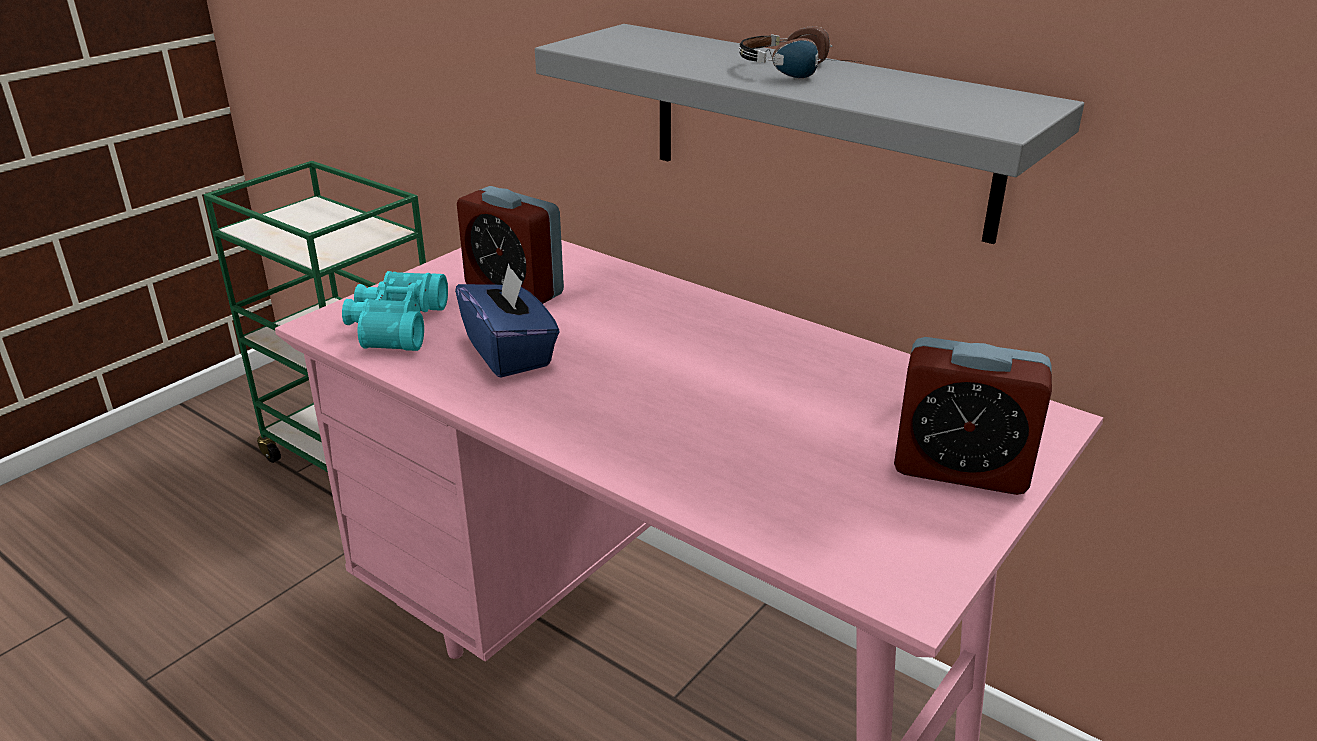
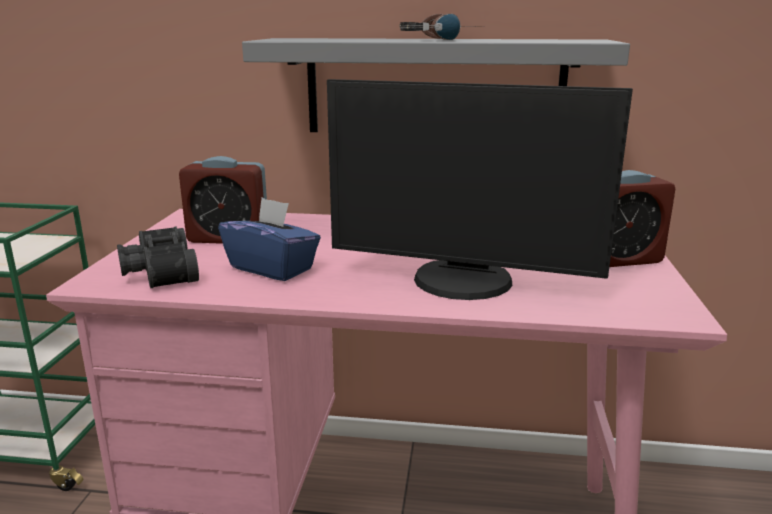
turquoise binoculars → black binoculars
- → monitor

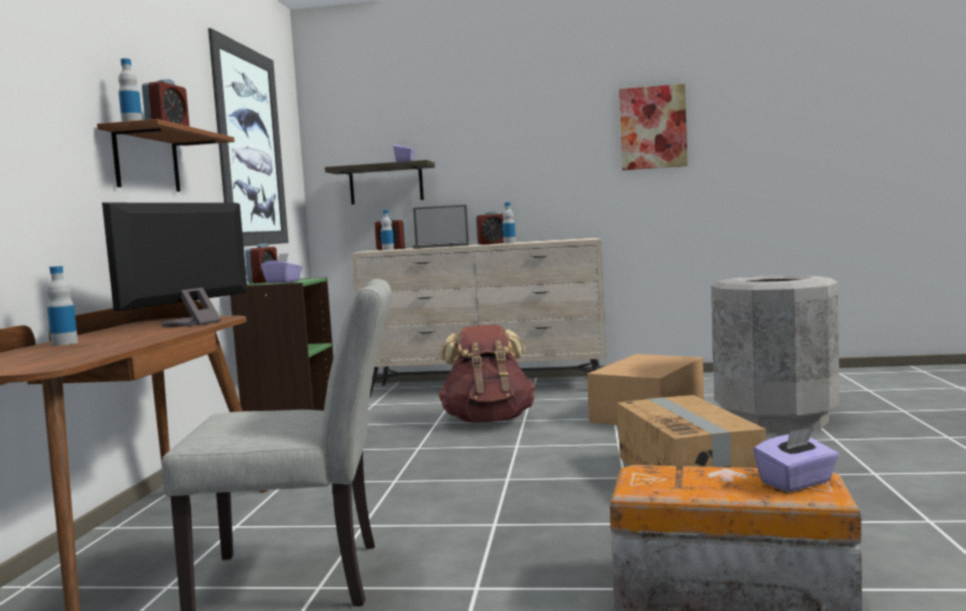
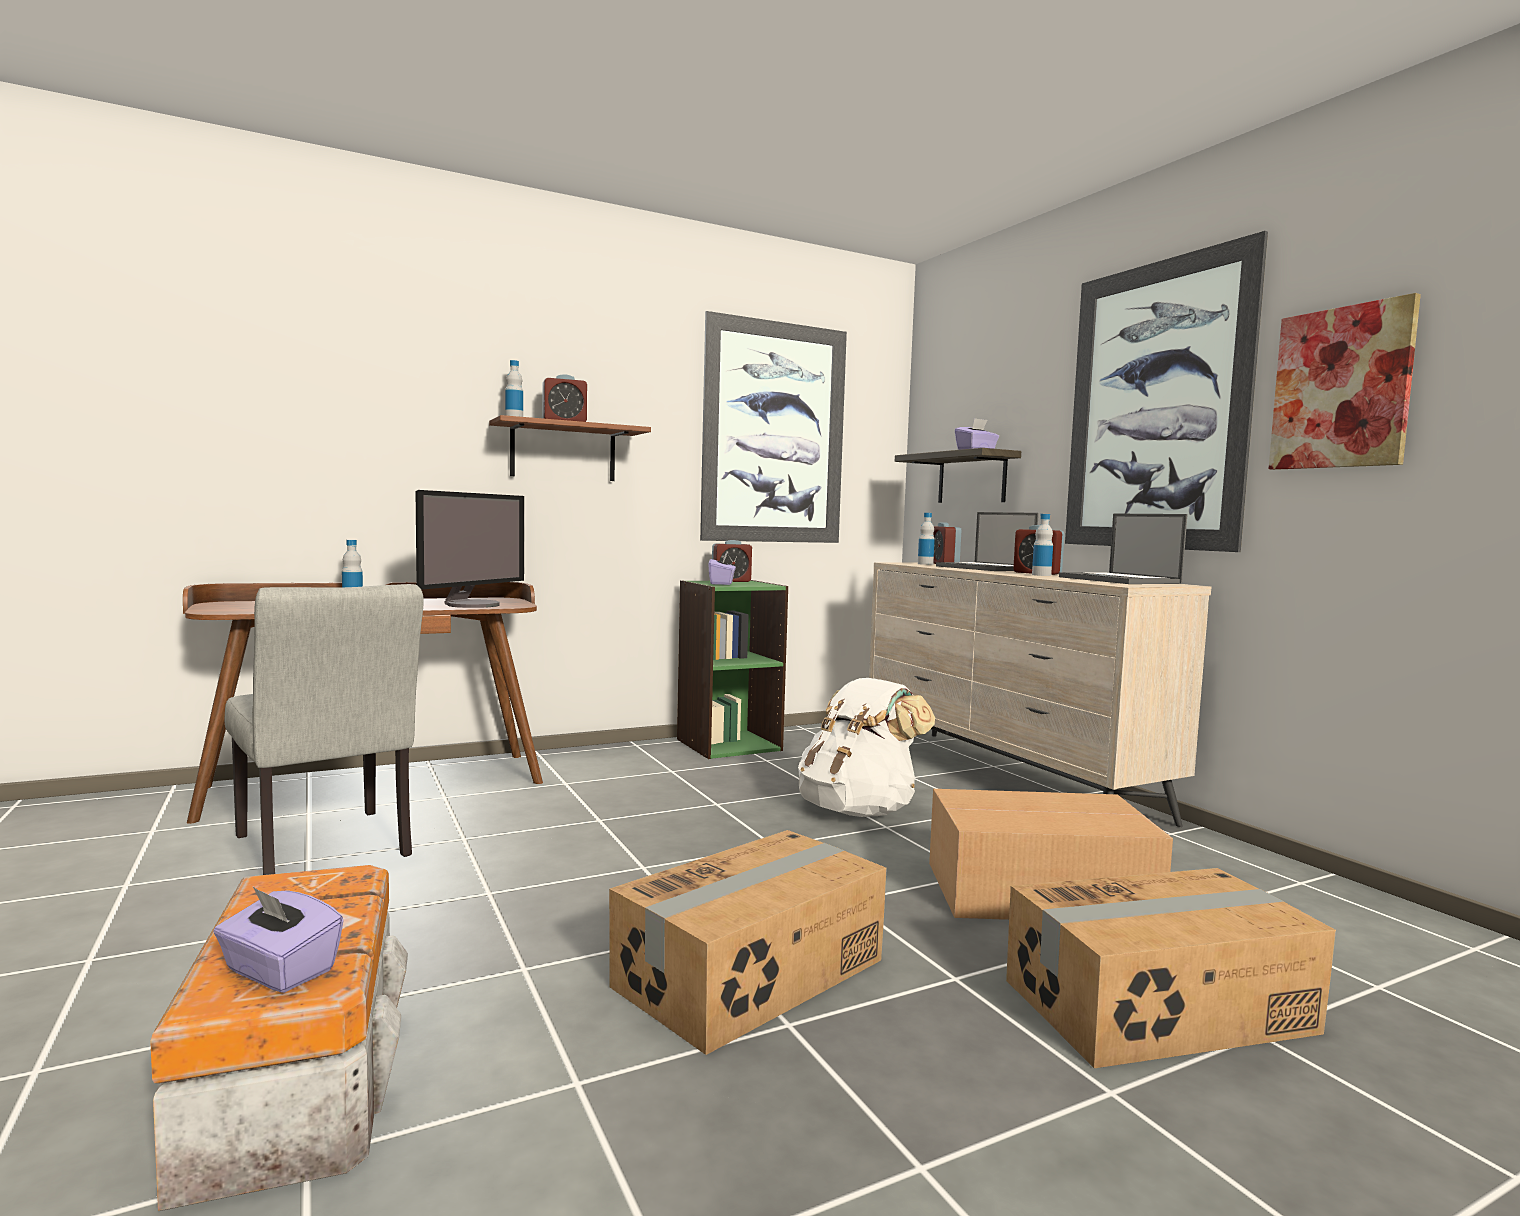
monitor, 120 degrees clockwise
grey trash can → cardboard box (3rd from left)
brown backpack → white backpack
- → picture (2nd from left)
- → laptop (2nd from left)

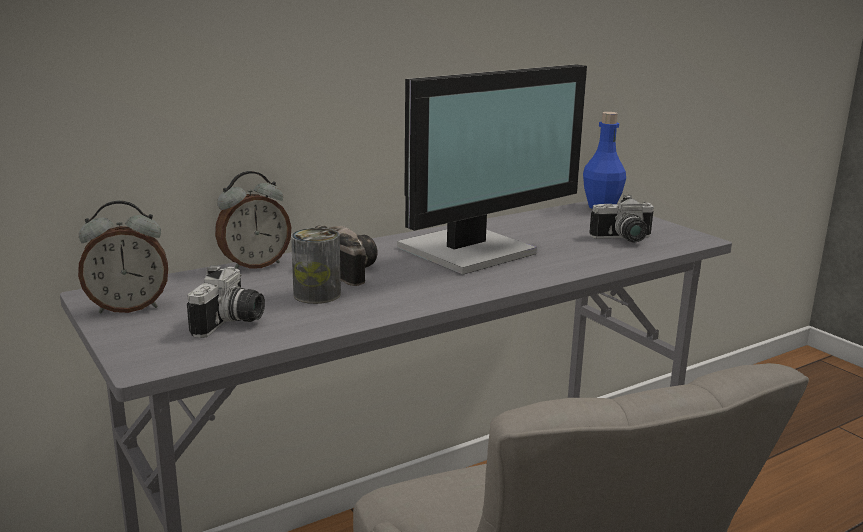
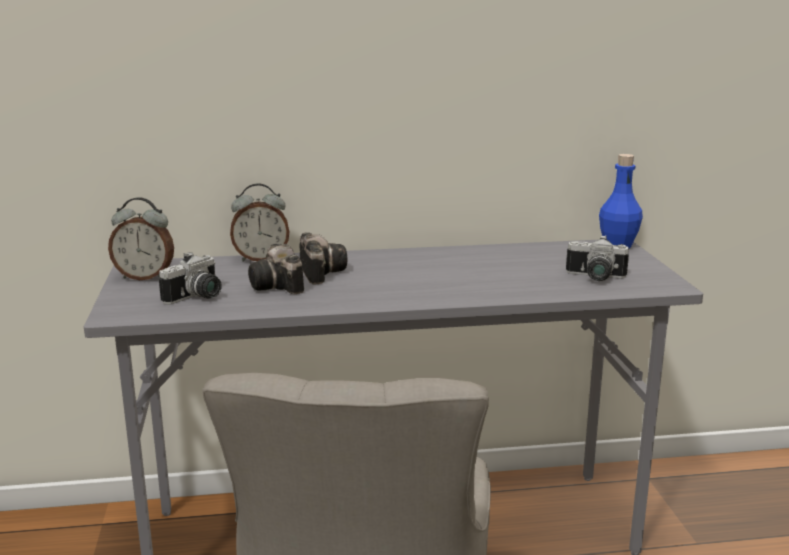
monitor → -
can → photo camera (2nd from left)

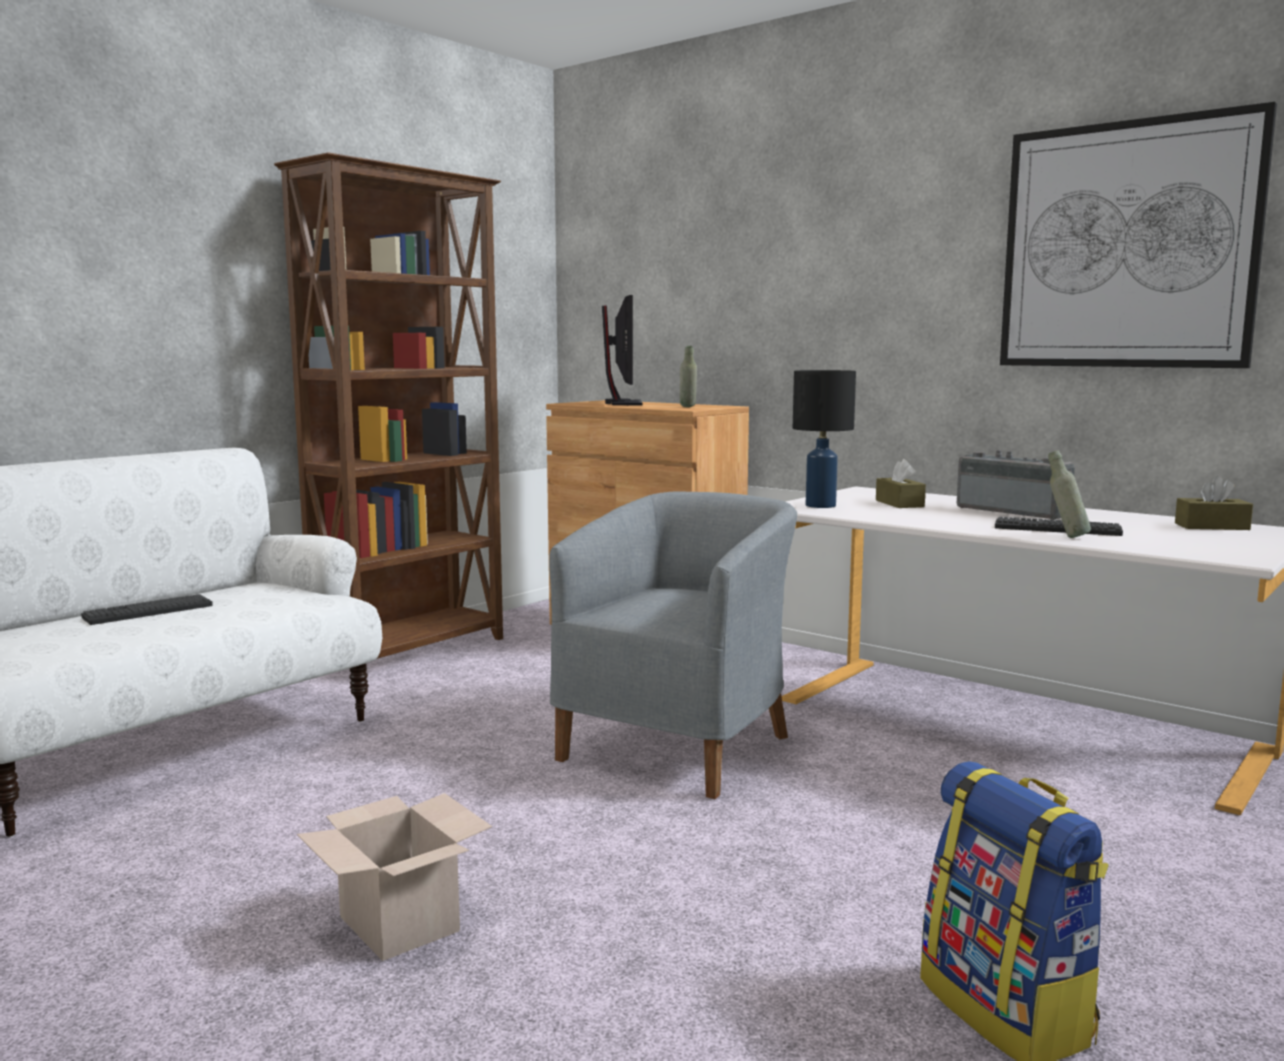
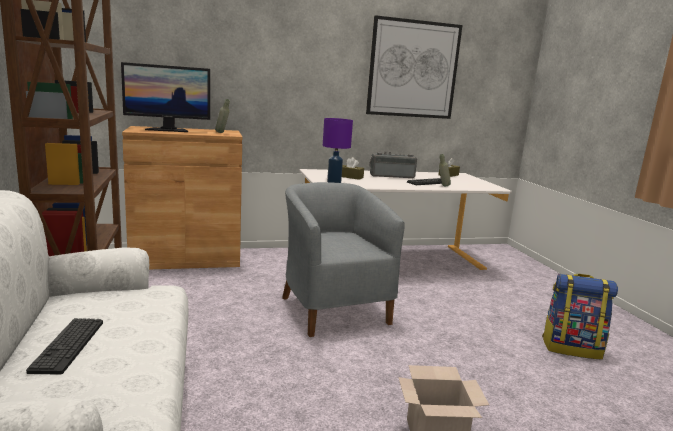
monitor, 135 degrees clockwise
black table lamp → purple table lamp

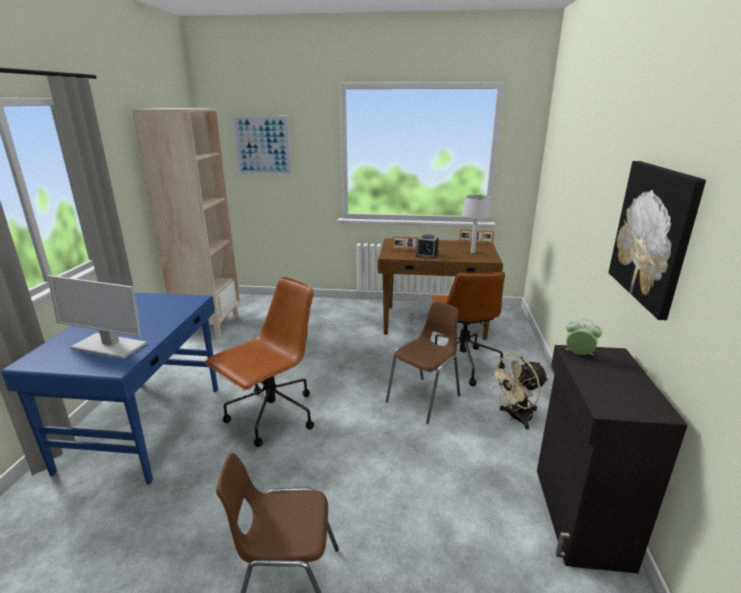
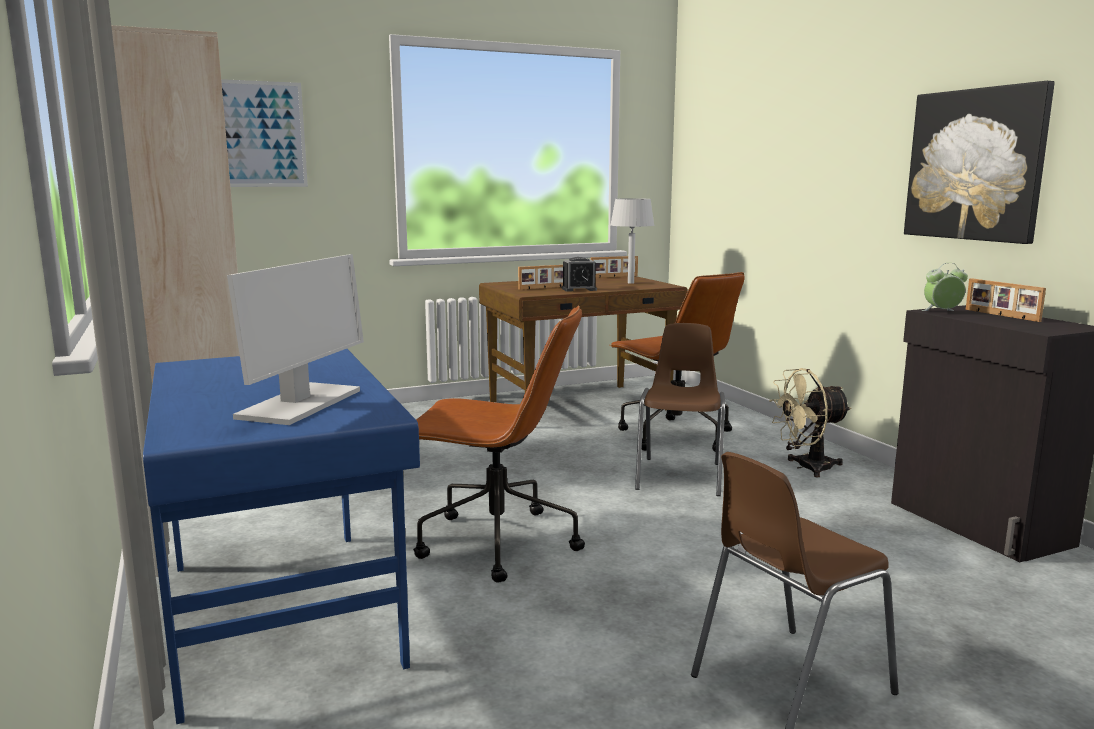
monitor, 60 degrees counterclockwise
brown office chair (1st from left), 90 degrees clockwise
beige fan, 45 degrees clockwise
- → picture frame (3rd from left)

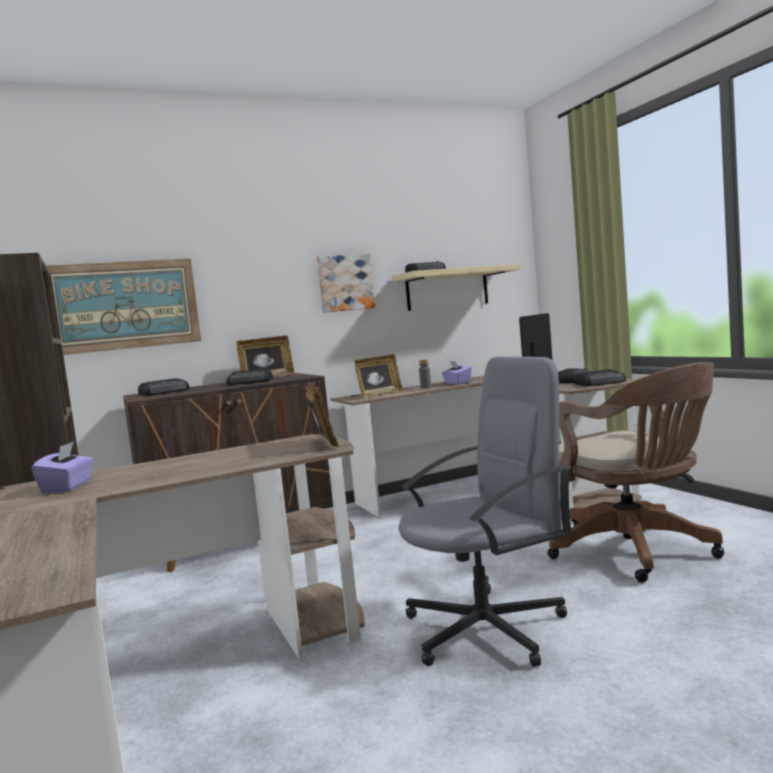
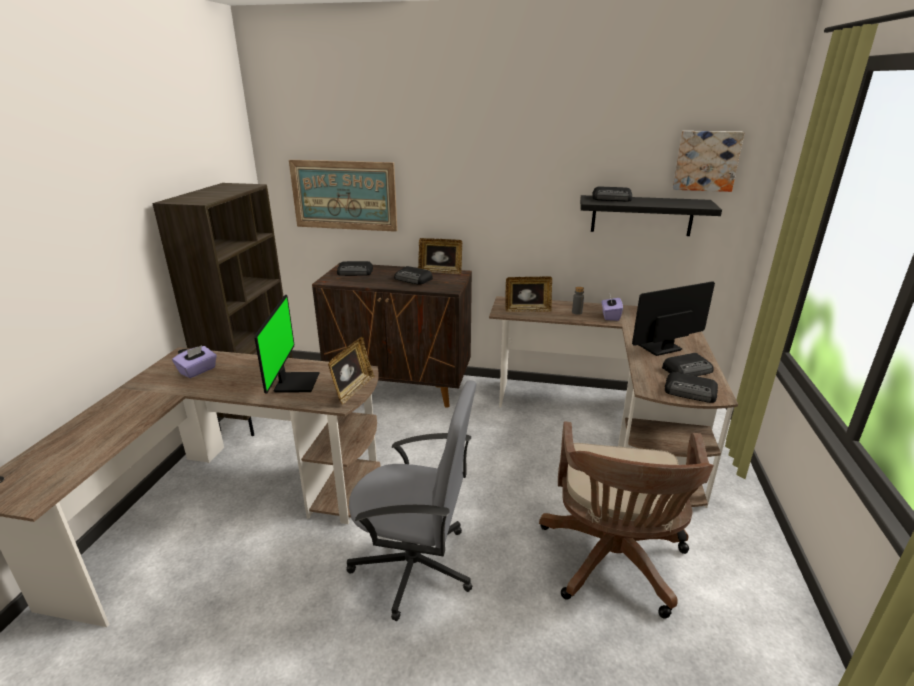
picture (2nd from left), moved
beige shelf → black shelf
- → monitor (1st from left)

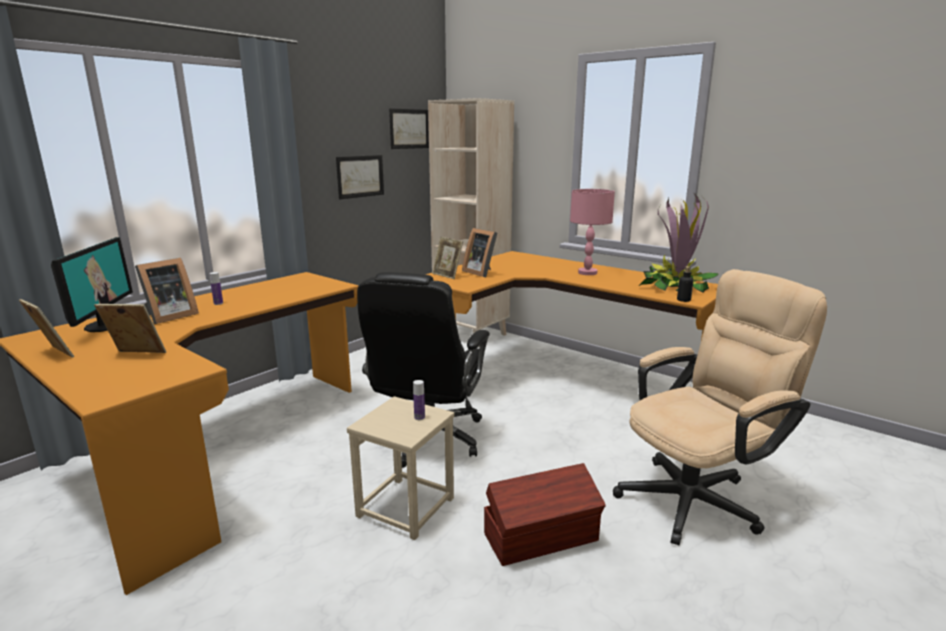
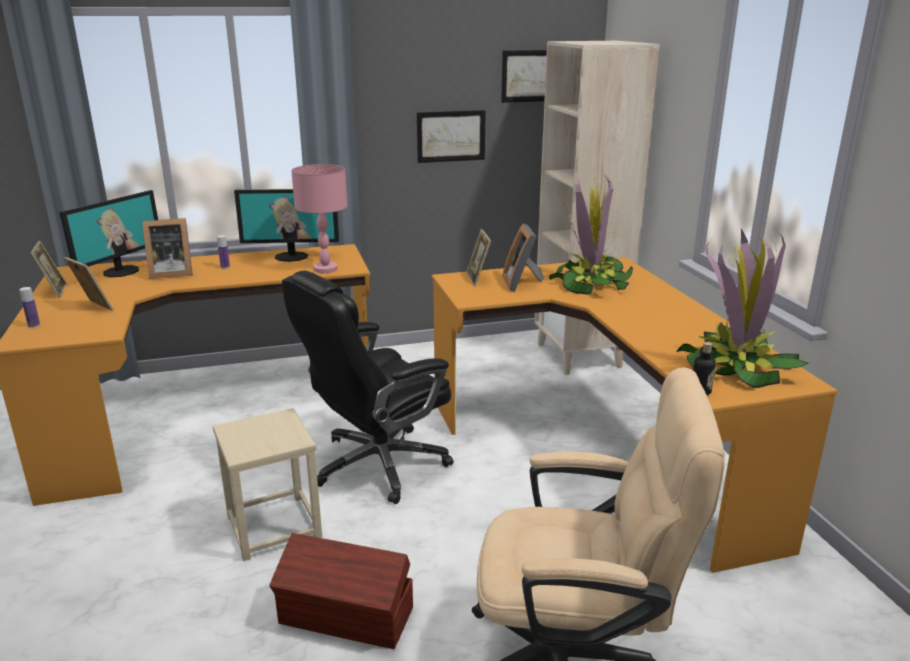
pink table lamp, moved
bottle (2nd from left in the first image) → bottle (1st from left), moved
- → potted plant (1st from left)
- → monitor (2nd from left)

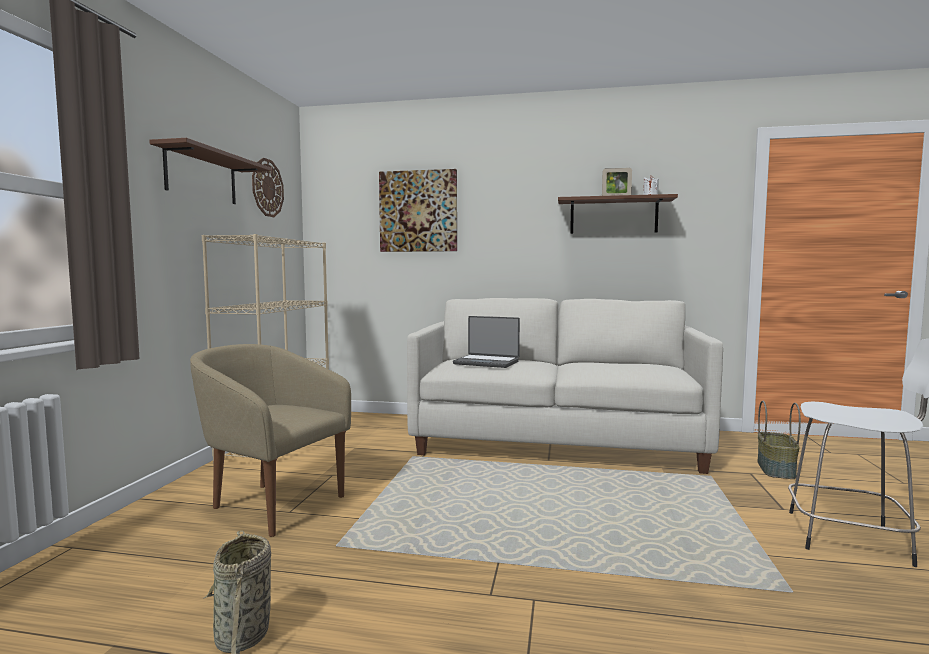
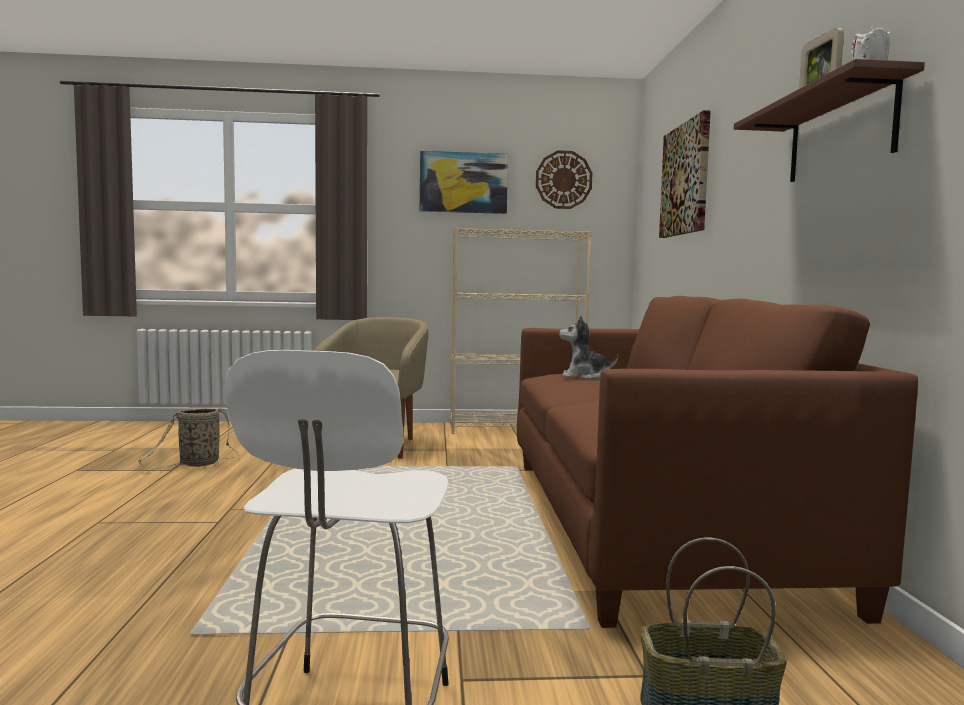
brown shelf (1st from left) → picture (1st from left)
white sofa → brown sofa
laptop → plush toy

